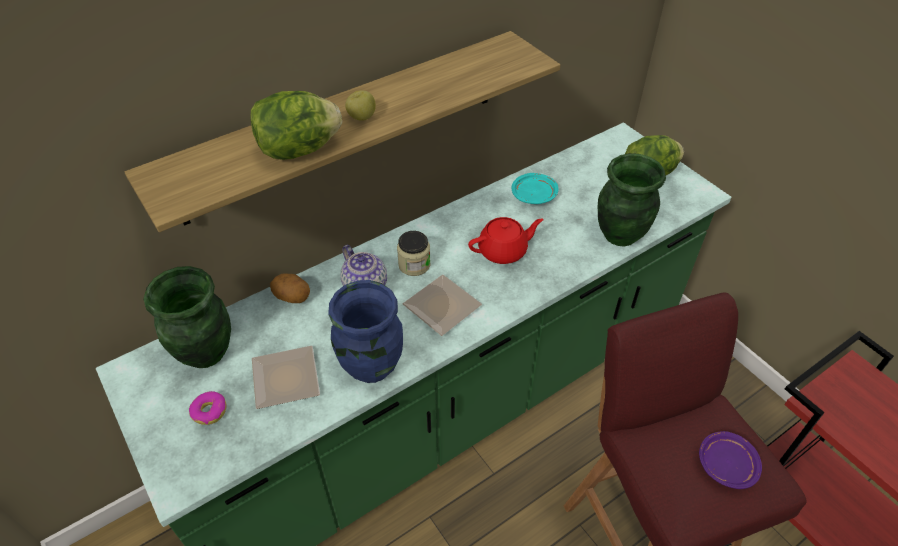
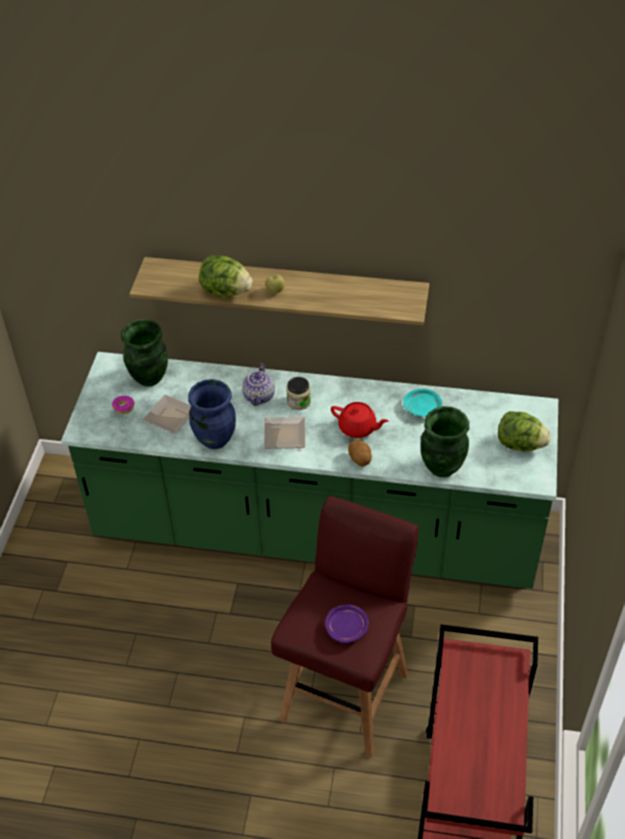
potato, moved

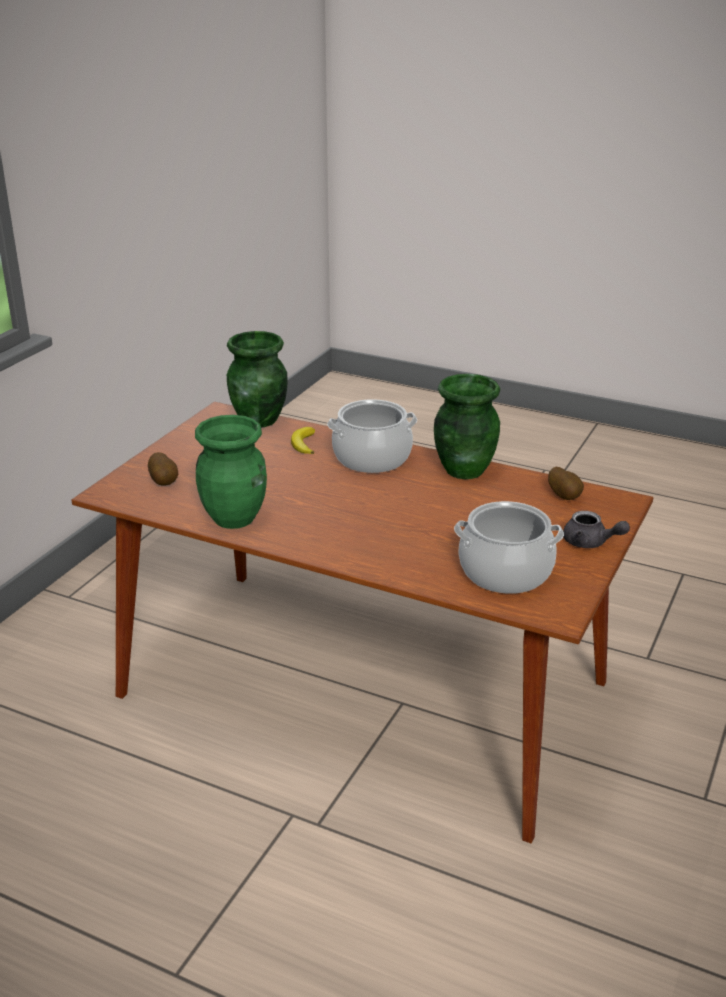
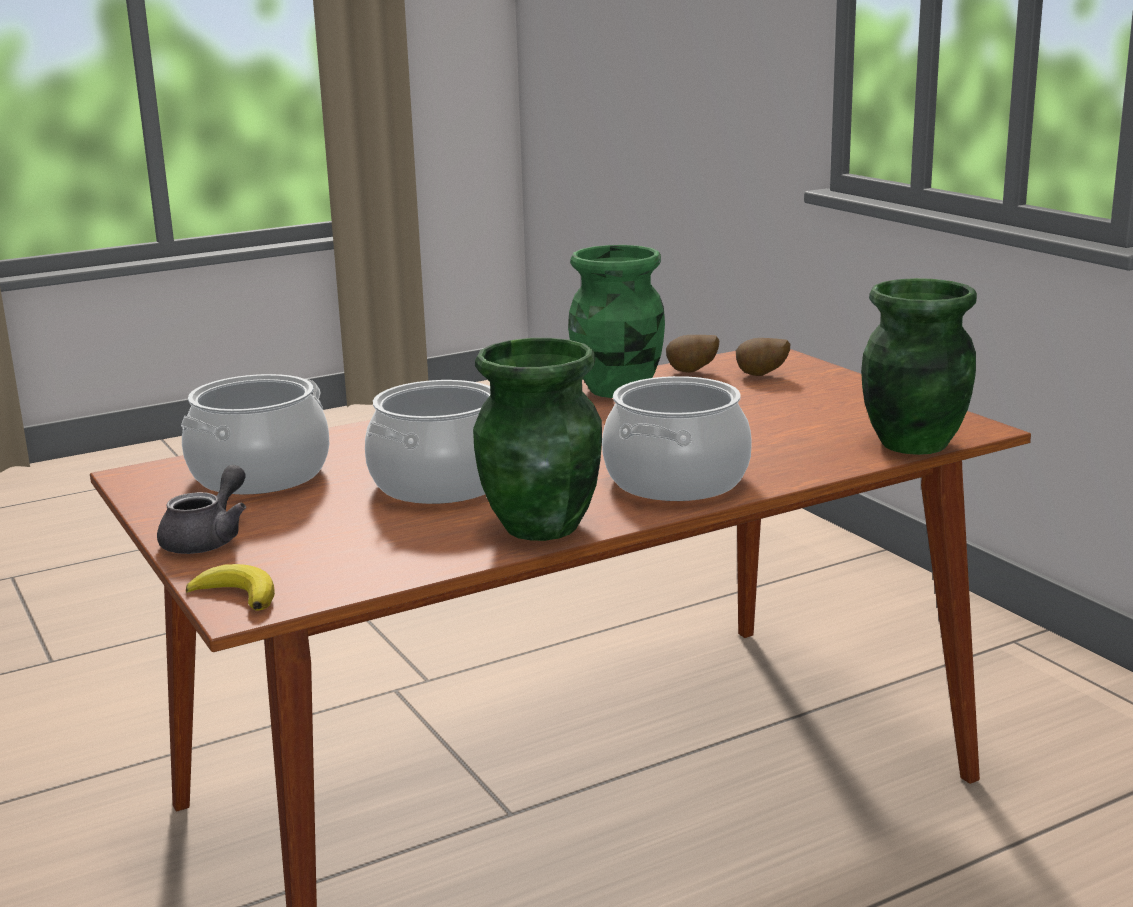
banana, moved
potato (2nd from left in the first image) → potato (1st from left), moved
grey teapot, 135 degrees clockwise
- → cooking pot (2nd from left)

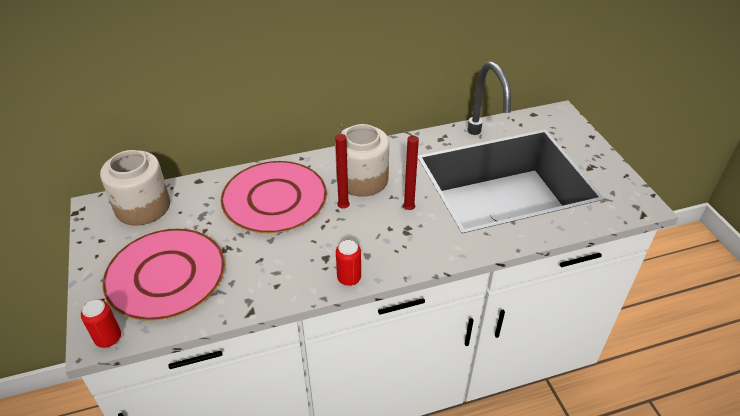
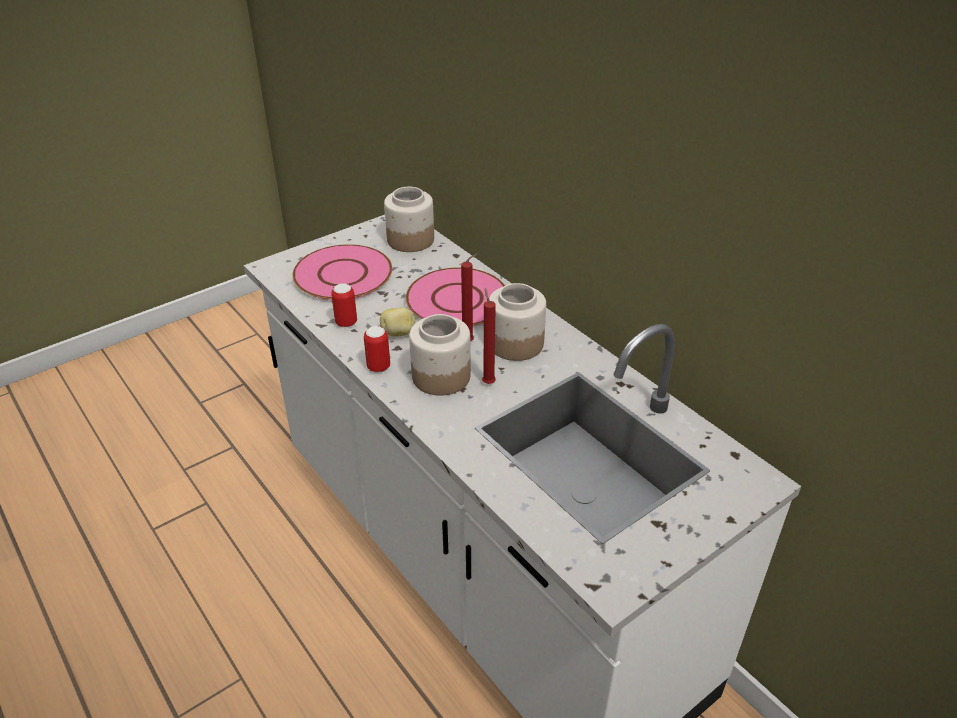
can (1st from left), moved
- → potato
- → jar (2nd from left)

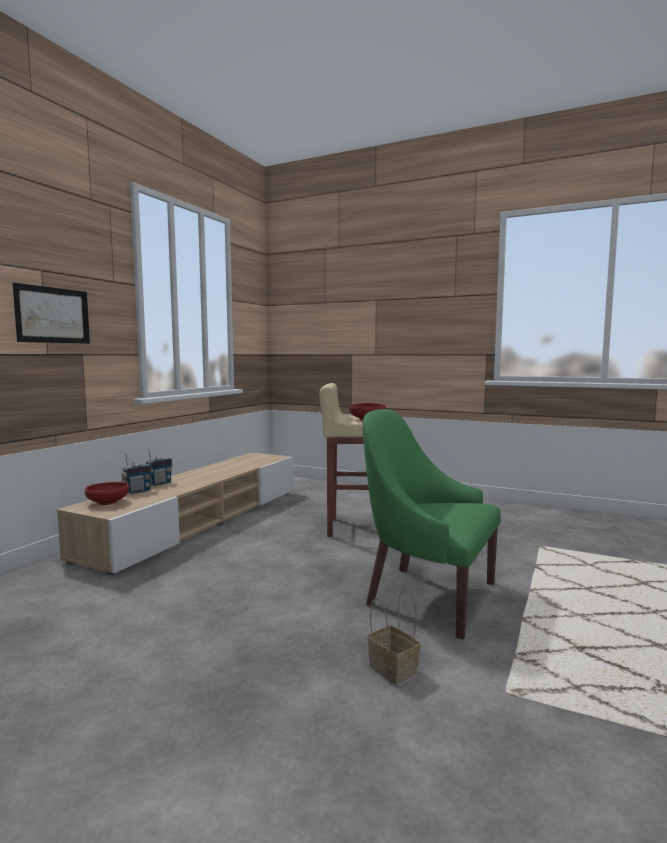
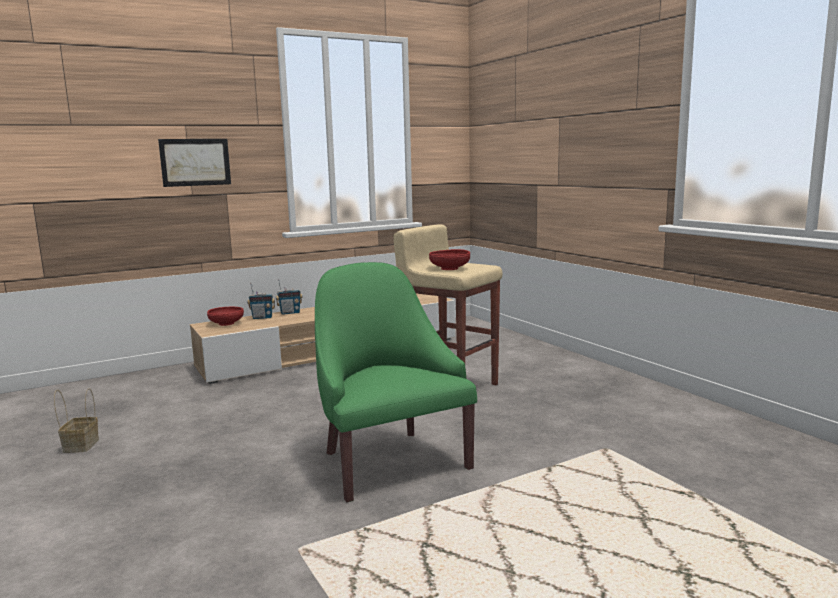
basket, moved

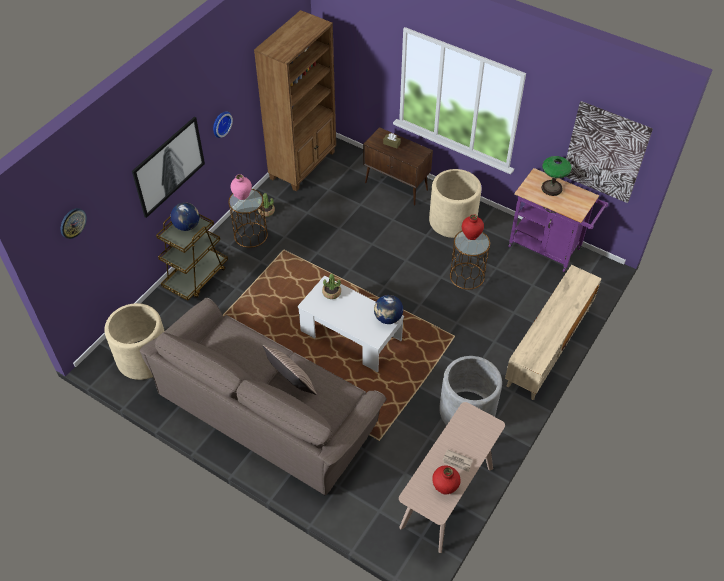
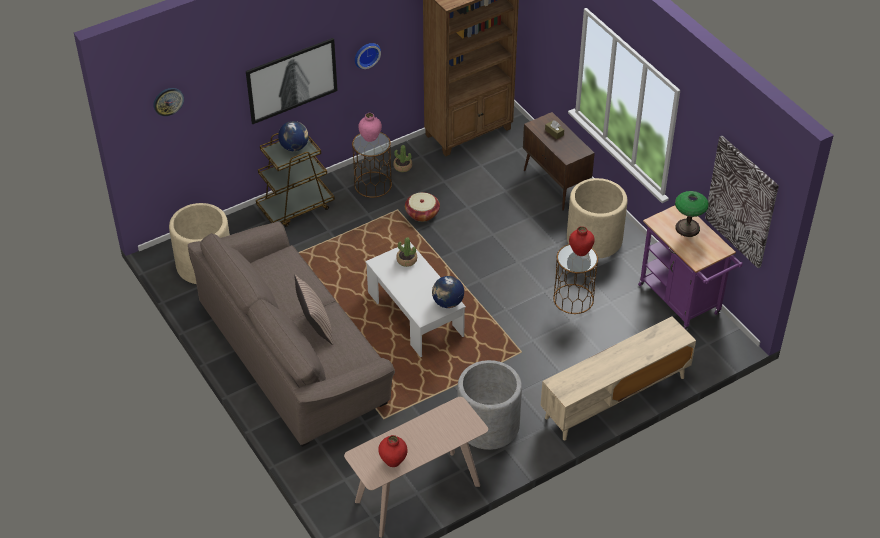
newspaper → -
- → basket

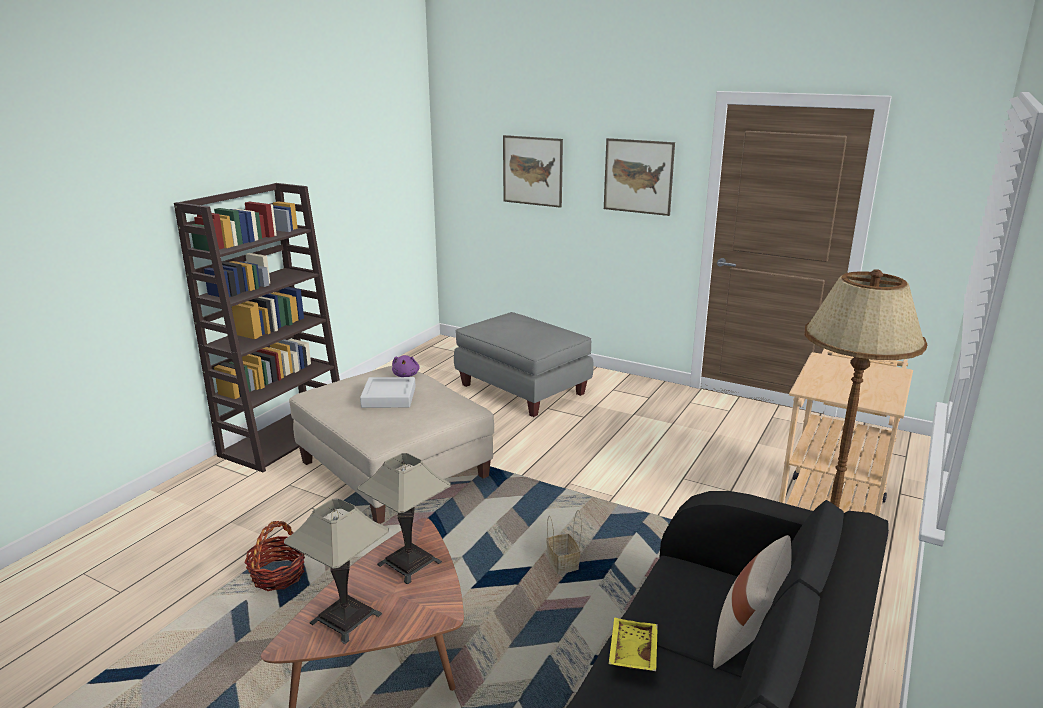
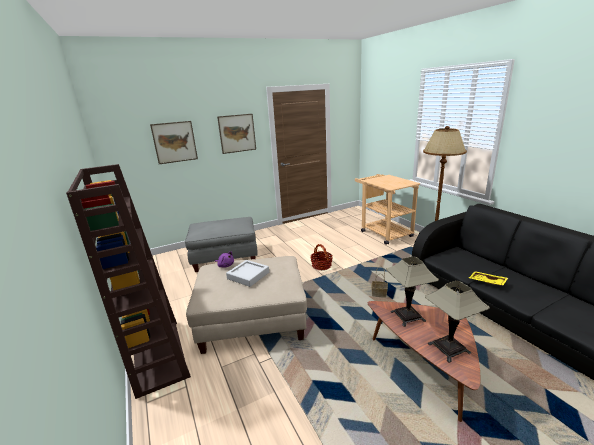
basket (1st from left), moved
beige pillow → -

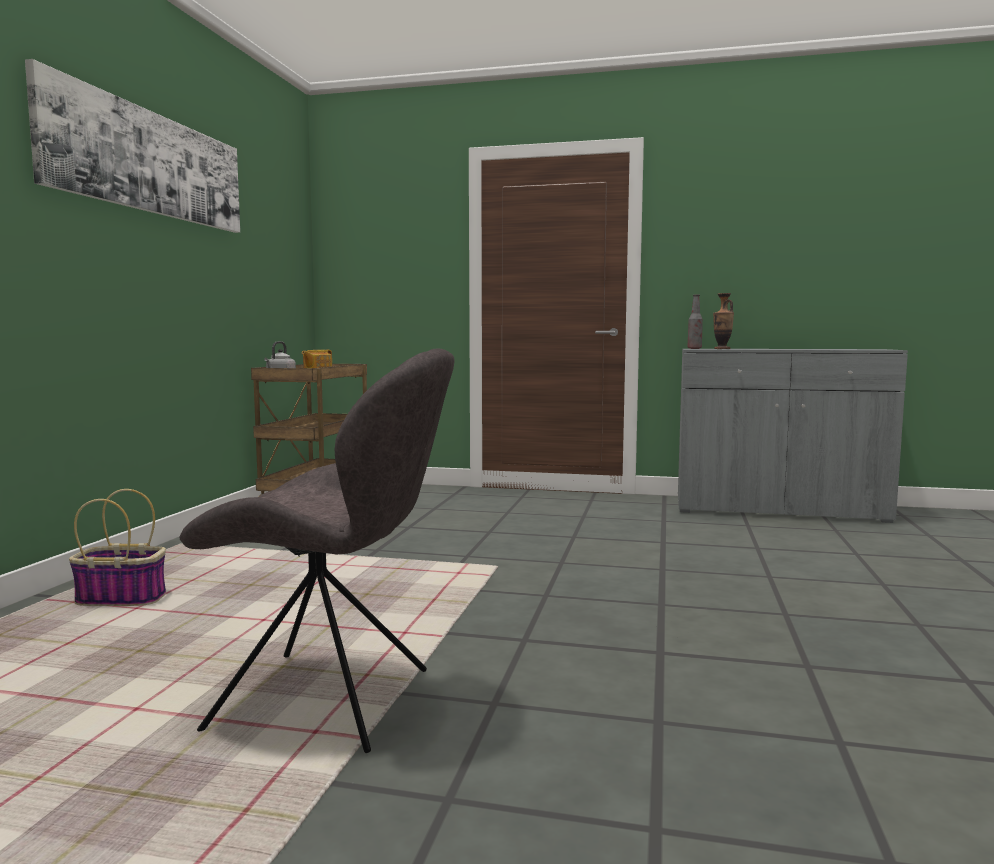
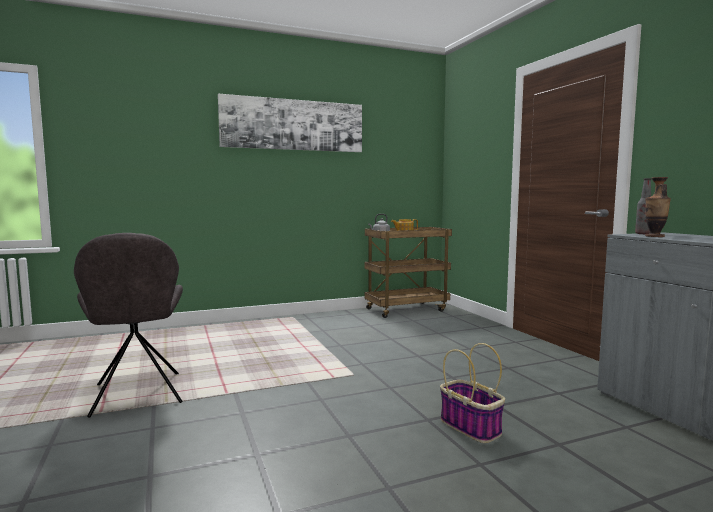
basket, moved

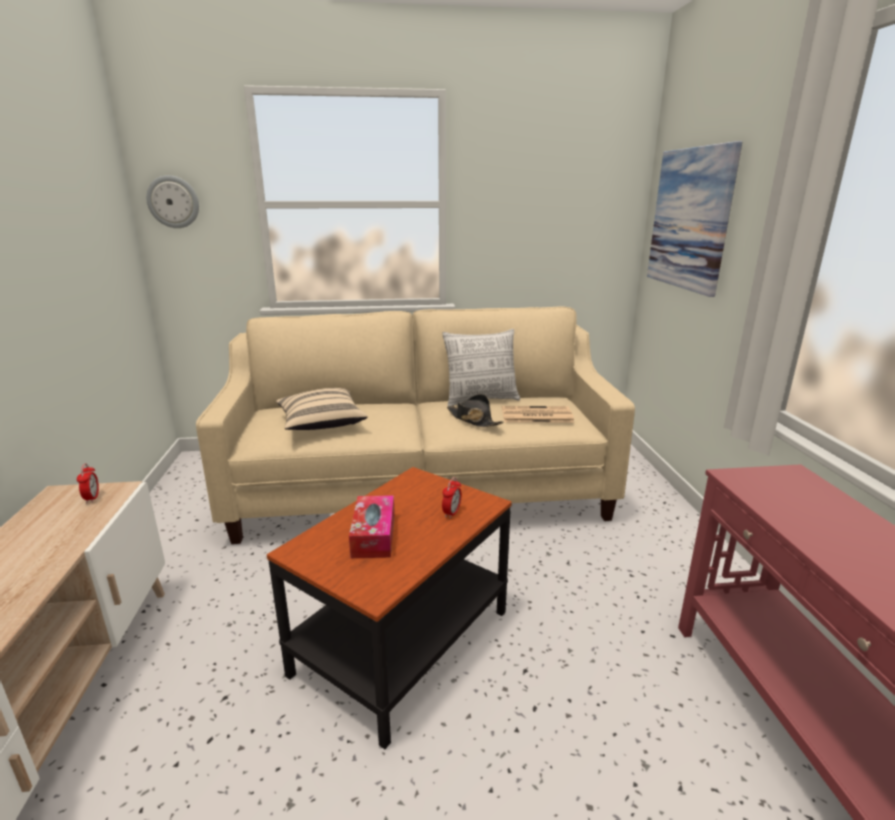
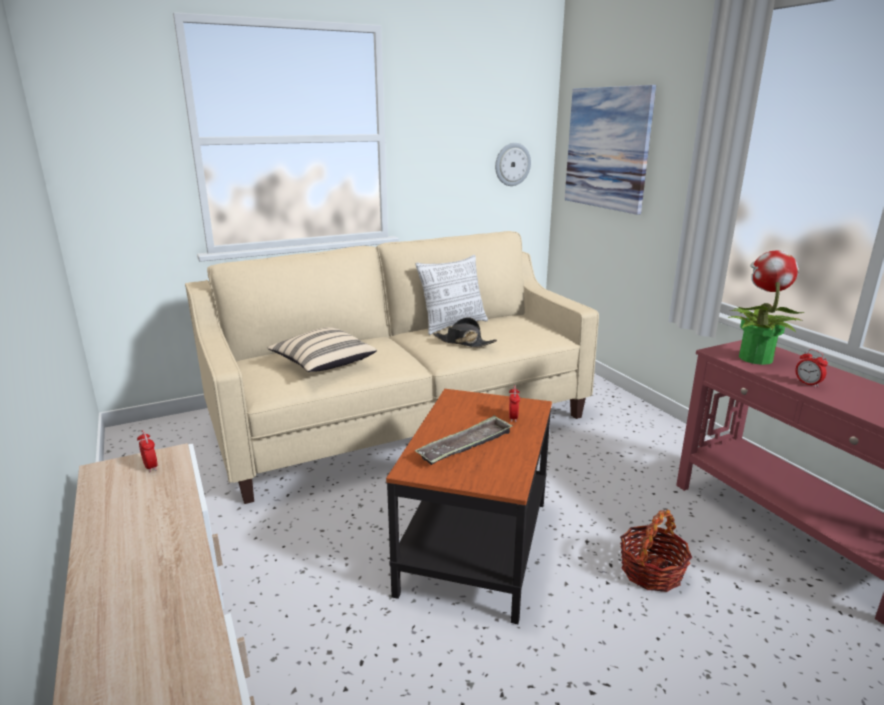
wall clock, moved
newspaper → -
tissue box → tray
- → potted plant
- → alarm clock (3rd from left)
- → basket

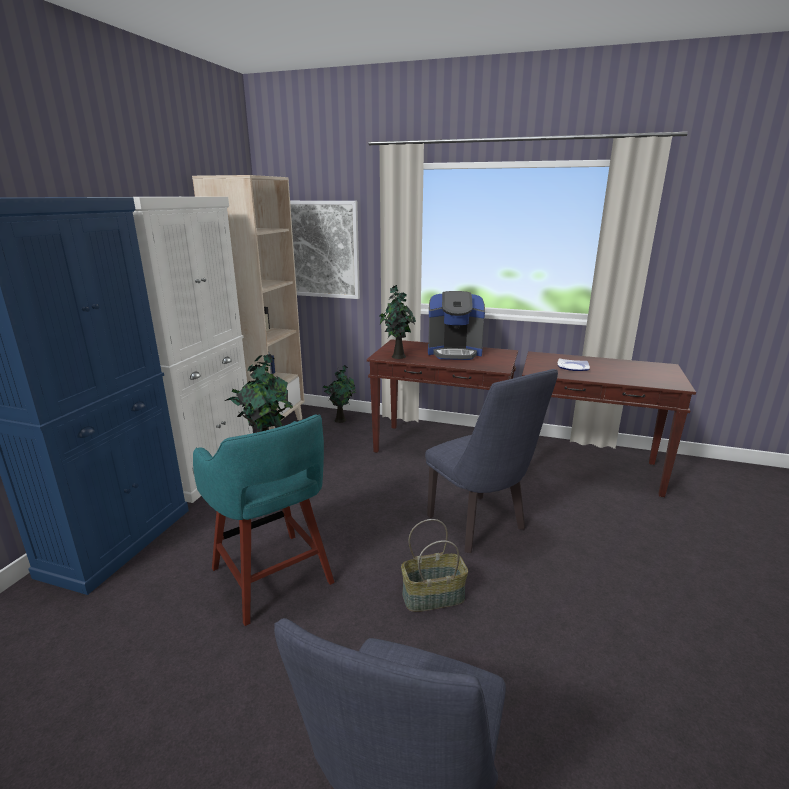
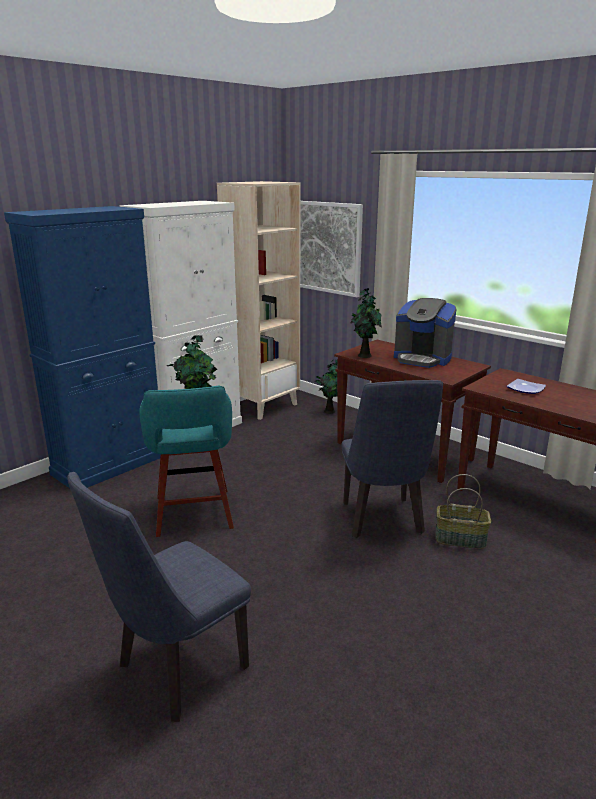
basket, moved

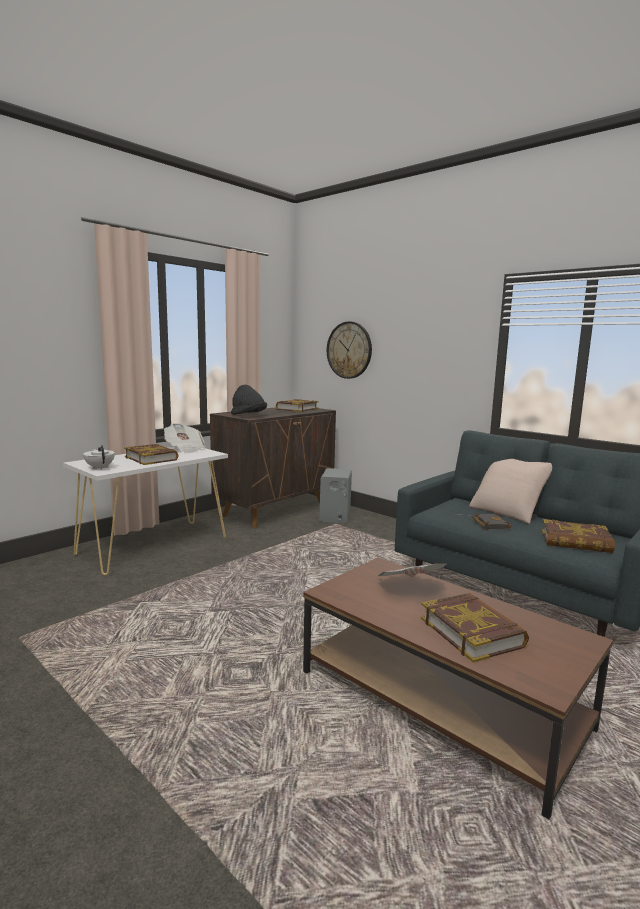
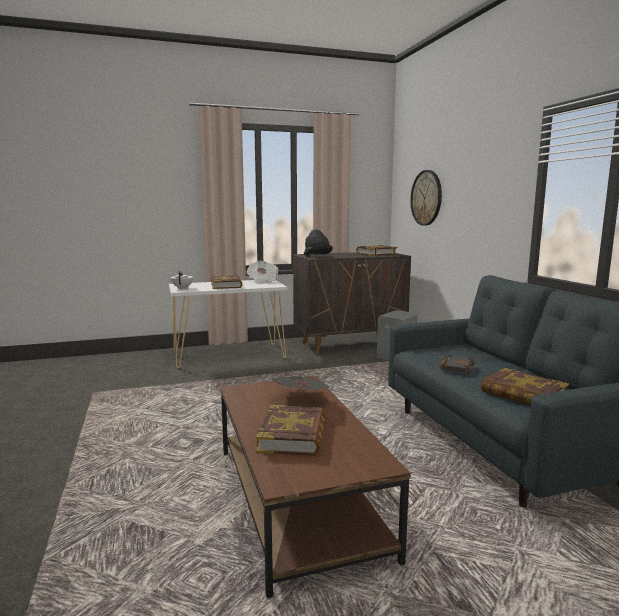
beige pillow → -

